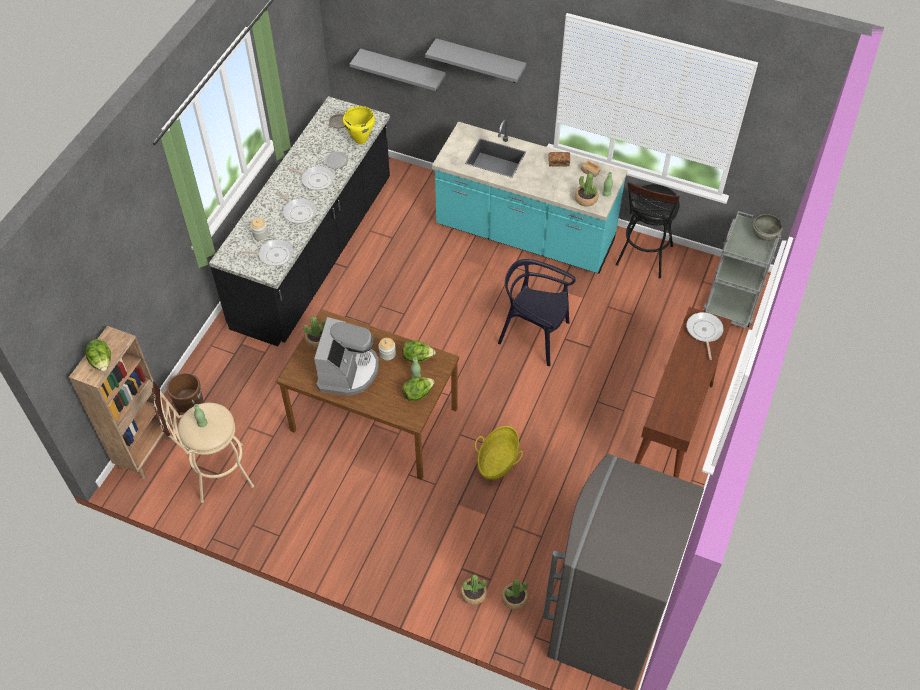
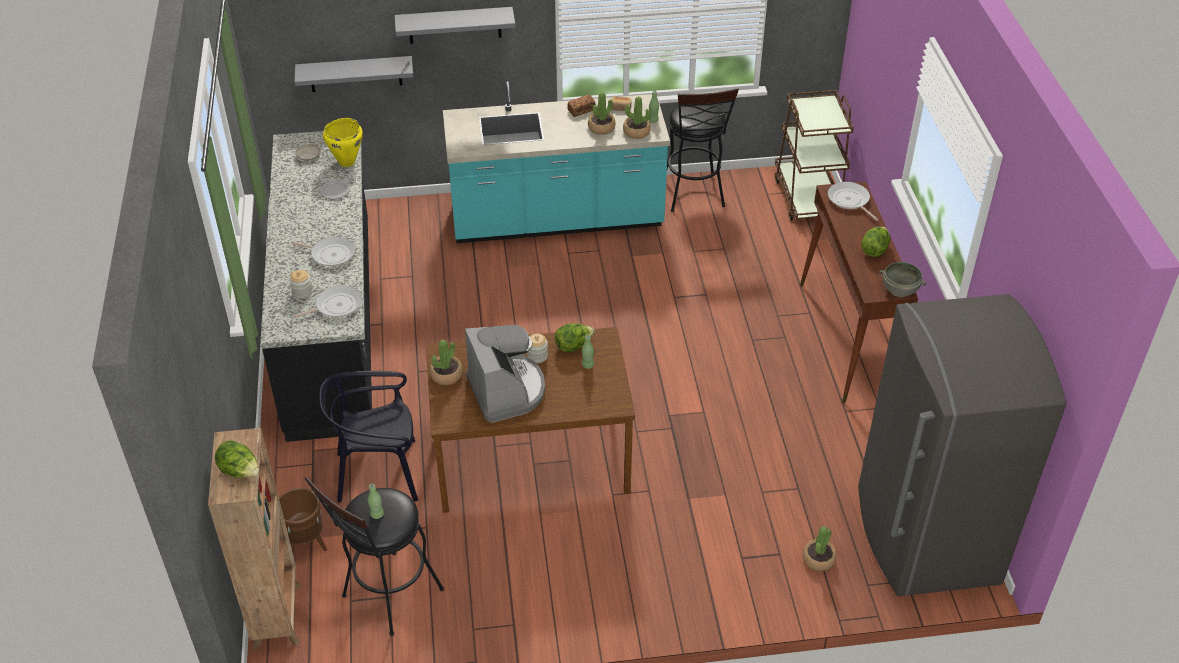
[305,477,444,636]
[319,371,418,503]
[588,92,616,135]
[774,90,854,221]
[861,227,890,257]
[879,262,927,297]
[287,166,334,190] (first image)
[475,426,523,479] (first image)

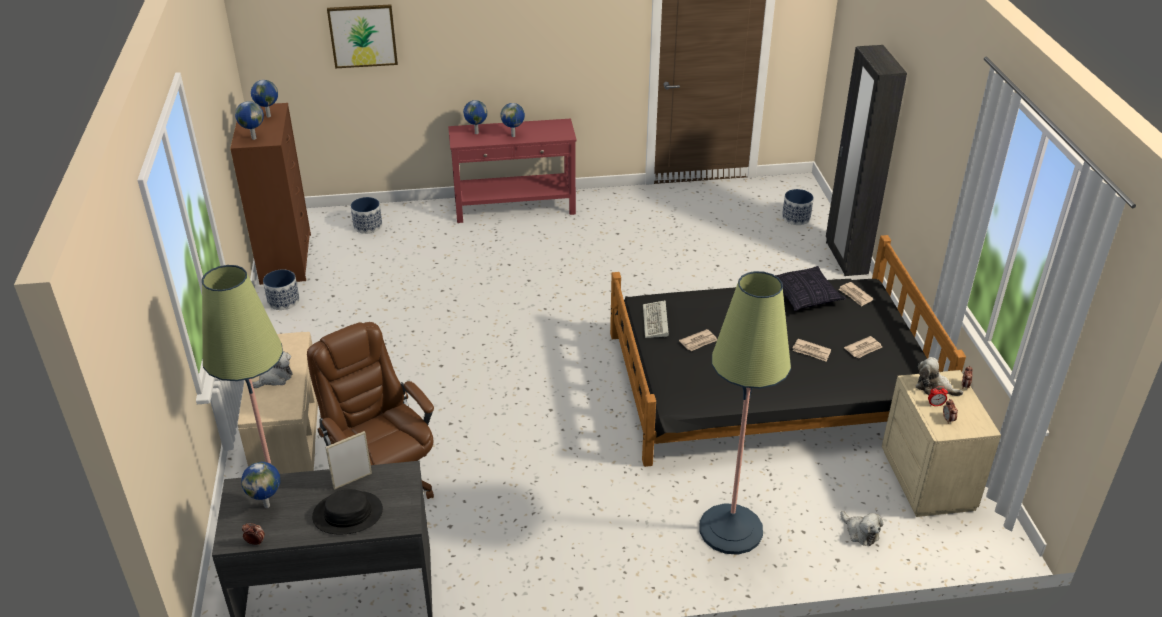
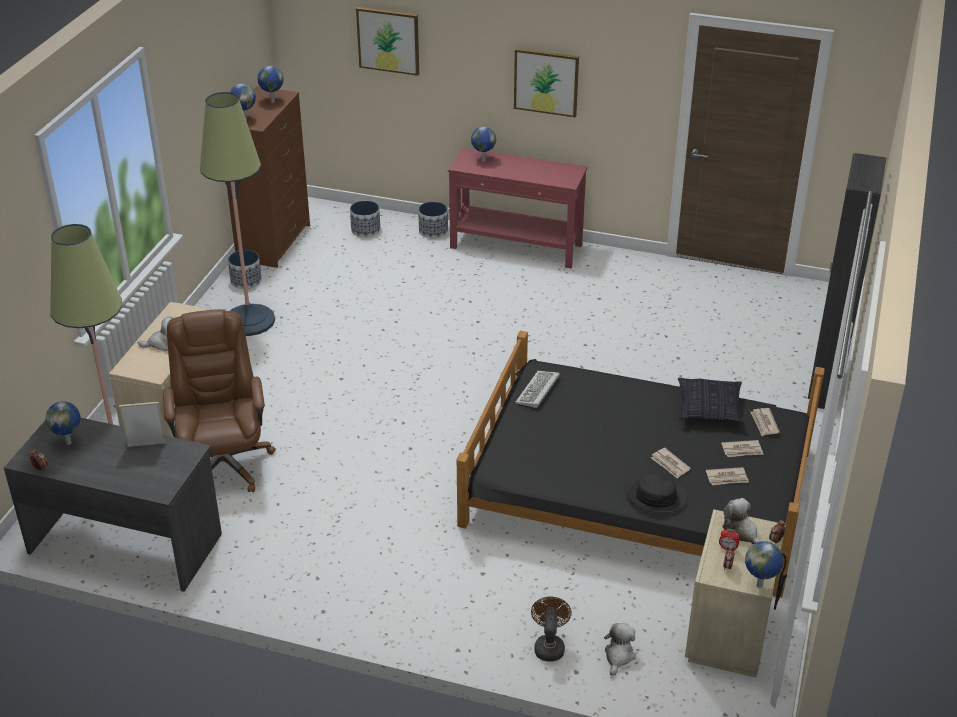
[200,92,275,336]
[418,202,448,239]
[514,48,579,117]
[531,597,572,662]
[604,623,636,676]
[626,475,687,513]
[721,440,764,457]
[745,541,783,588]

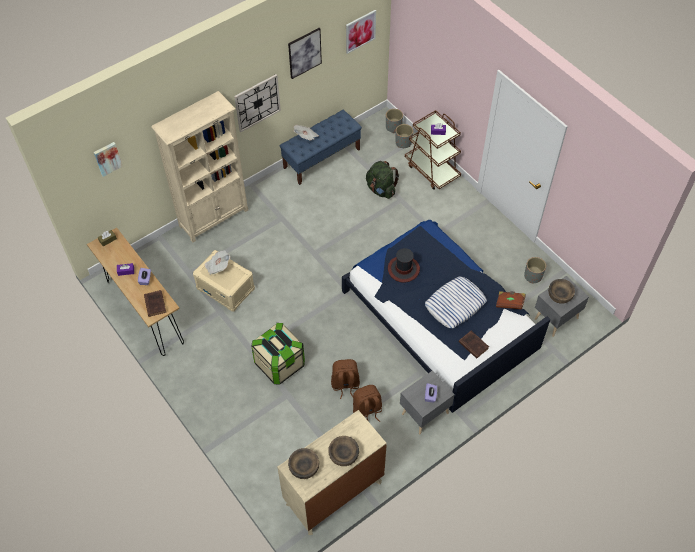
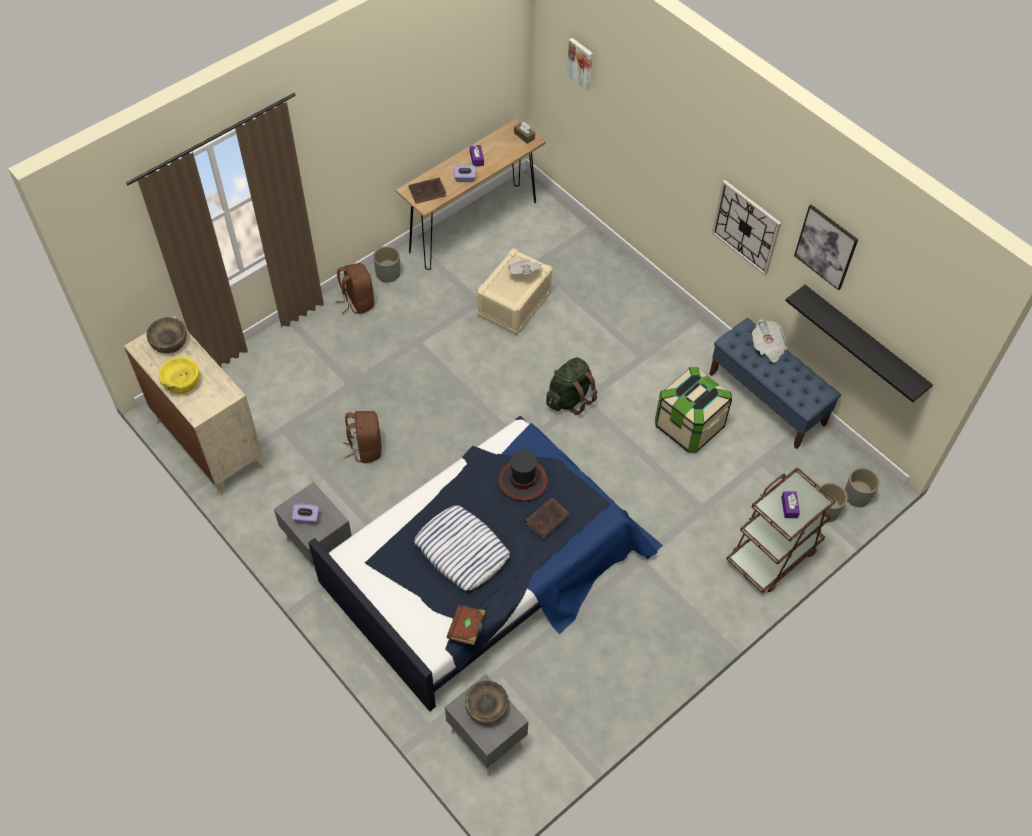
[158,357,200,394]
[336,263,374,314]
[373,246,400,283]
[525,498,570,539]
[546,357,597,415]
[655,367,732,453]
[785,285,933,402]
[151,91,248,242] (first image)
[346,10,376,54] (first image)

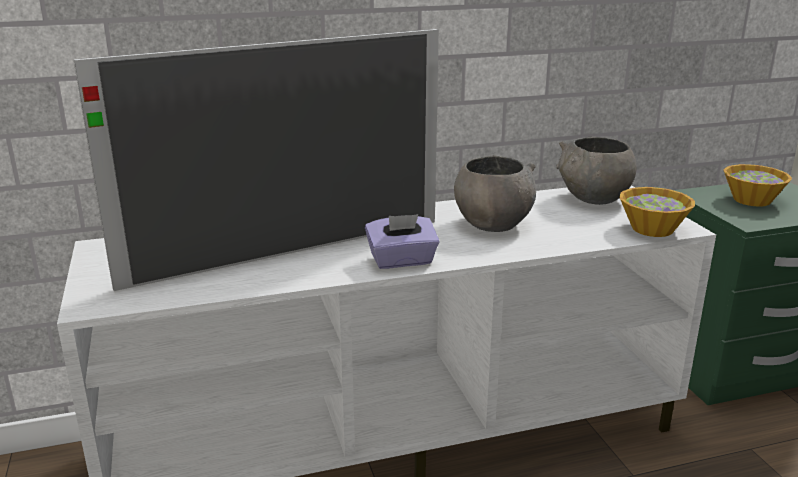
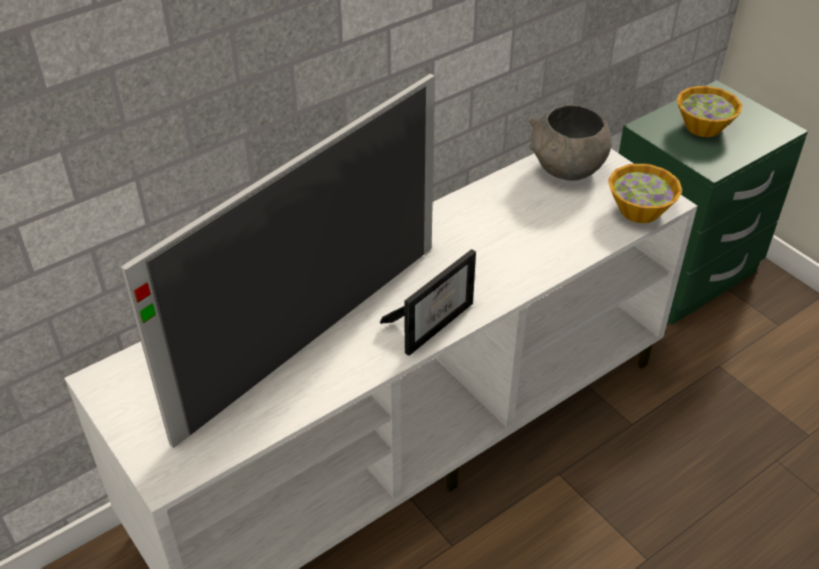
[380,249,476,356]
[454,155,536,232] (first image)

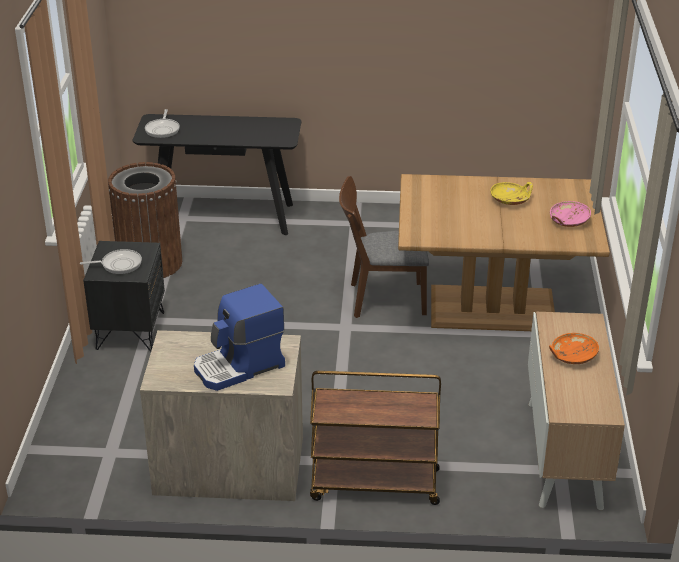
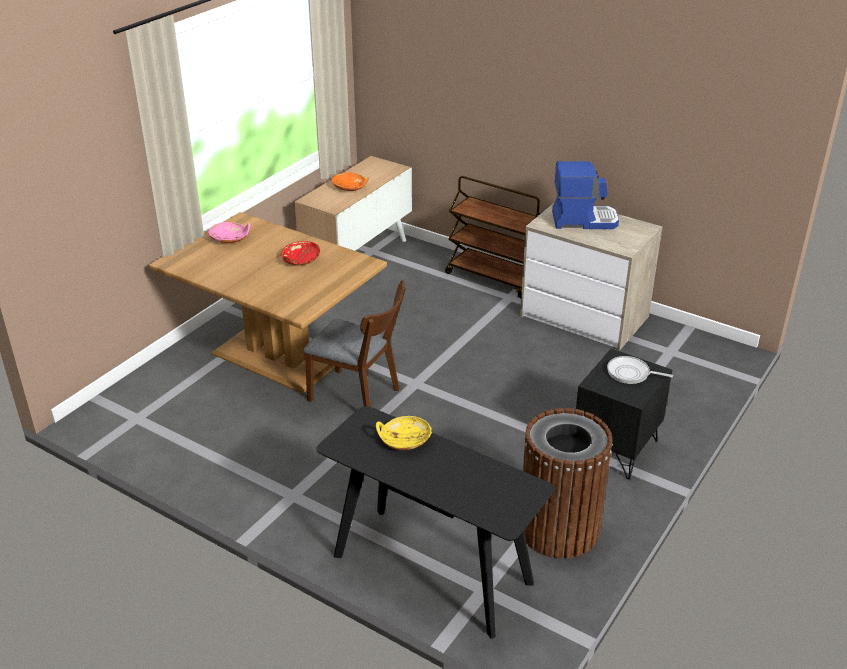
[281,241,320,266]
[376,416,432,450]
[145,109,180,138] (first image)

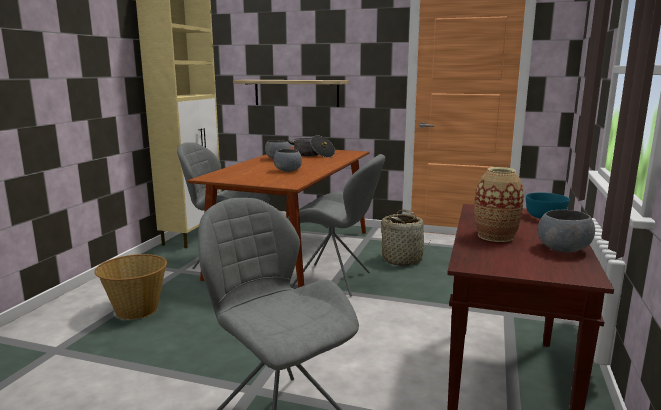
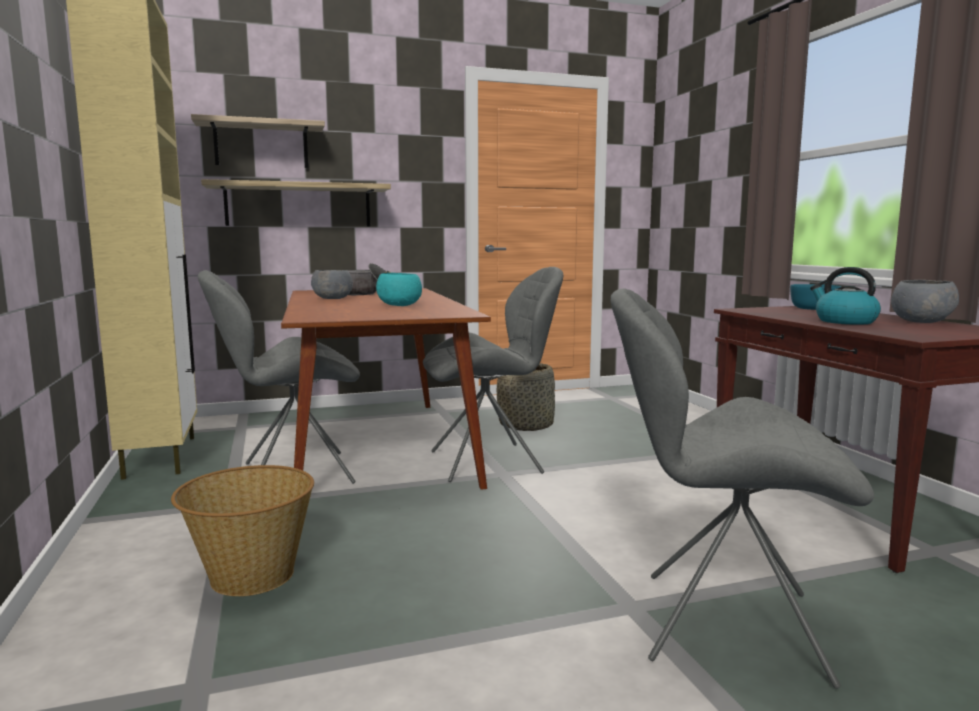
[191,114,325,168]
[376,273,422,306]
[810,267,881,325]

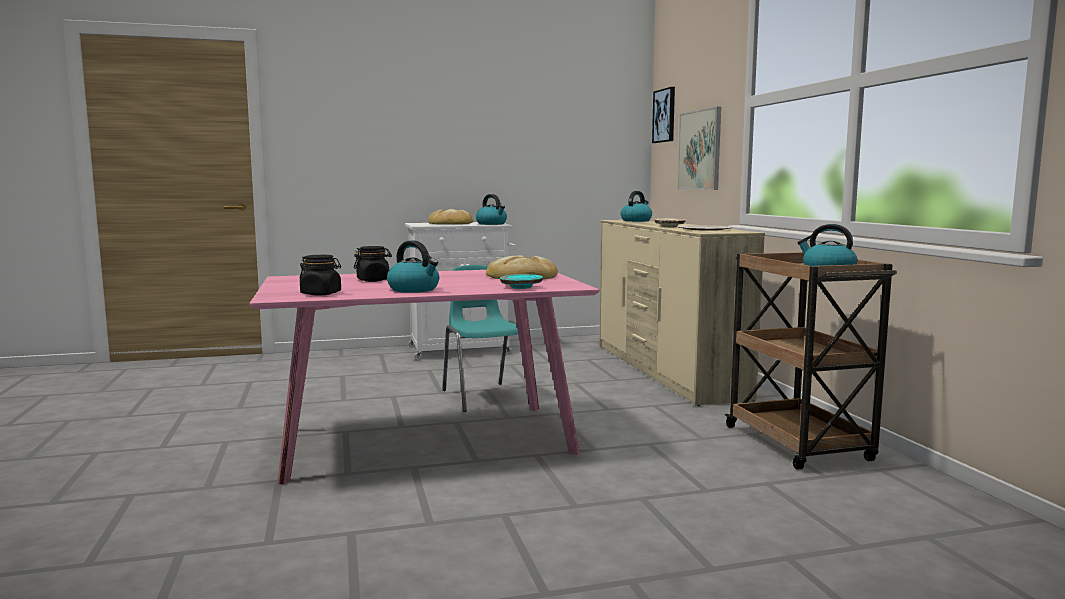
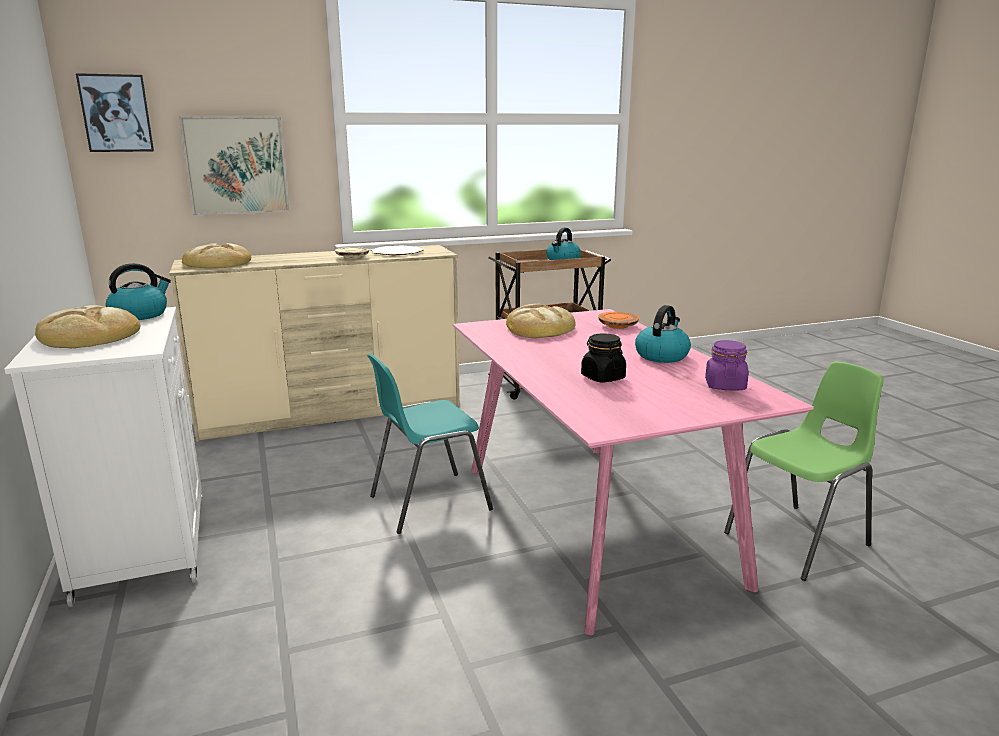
[182,243,251,268]
[598,312,639,329]
[705,340,748,391]
[724,362,884,581]

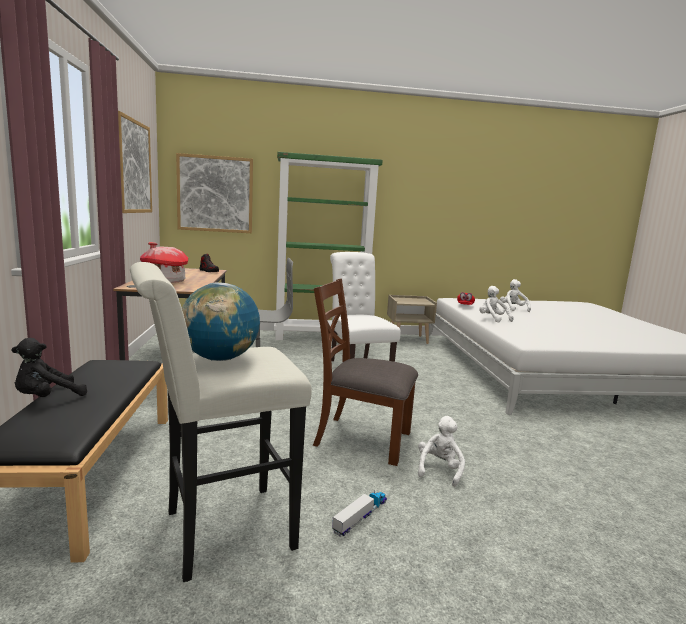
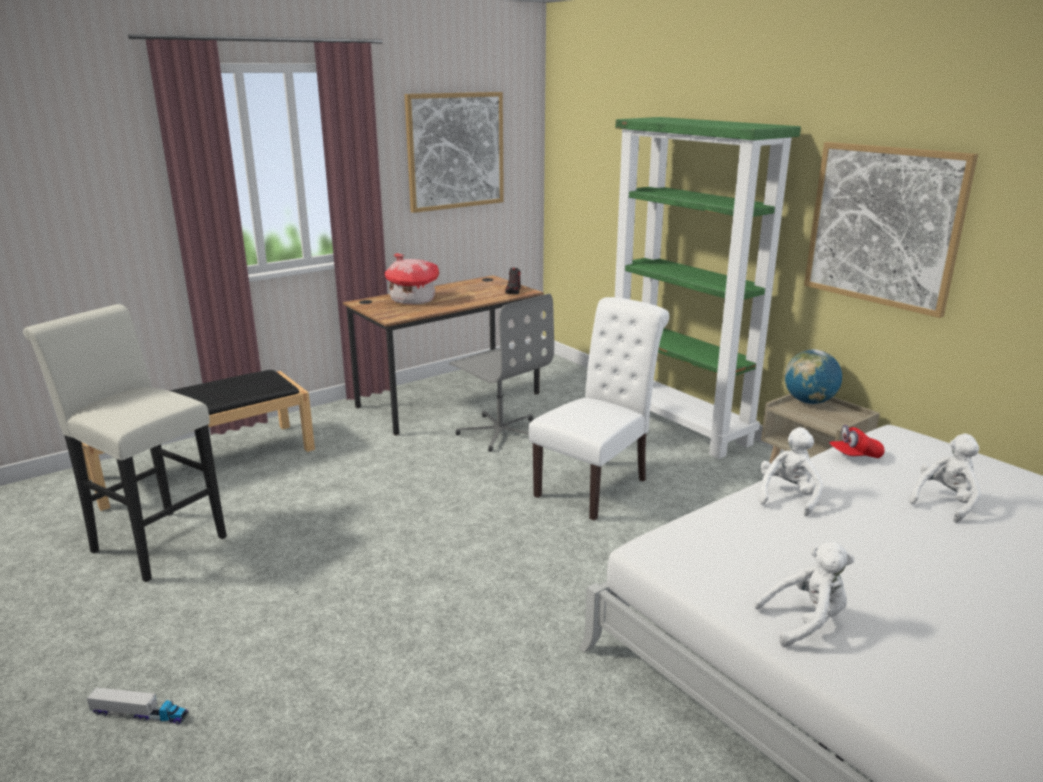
[87,687,189,725]
[754,542,854,648]
[784,349,842,404]
[804,142,978,318]
[11,338,87,397] (first image)
[313,278,418,466] (first image)

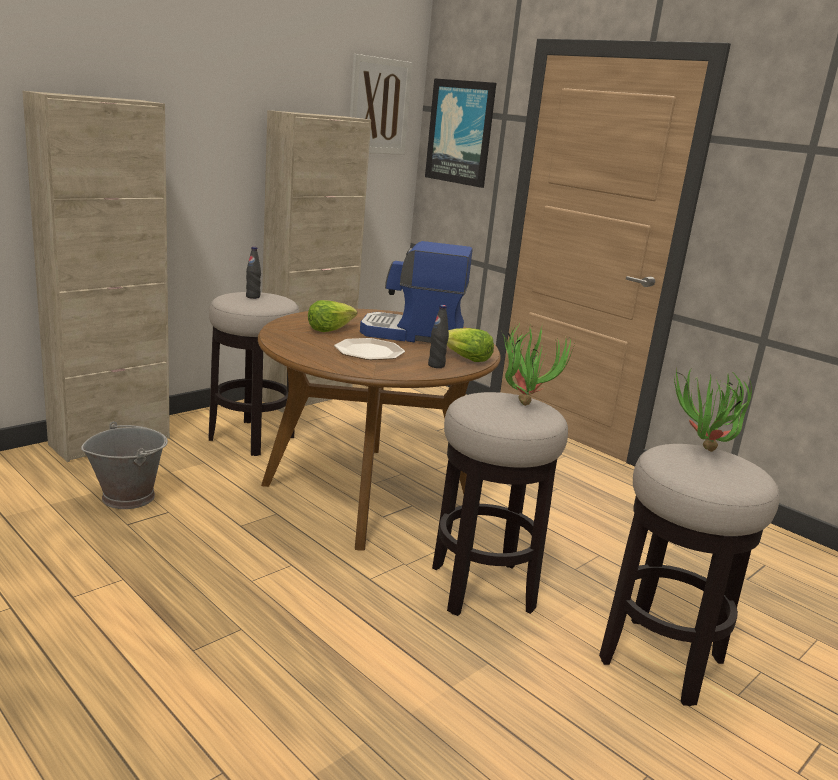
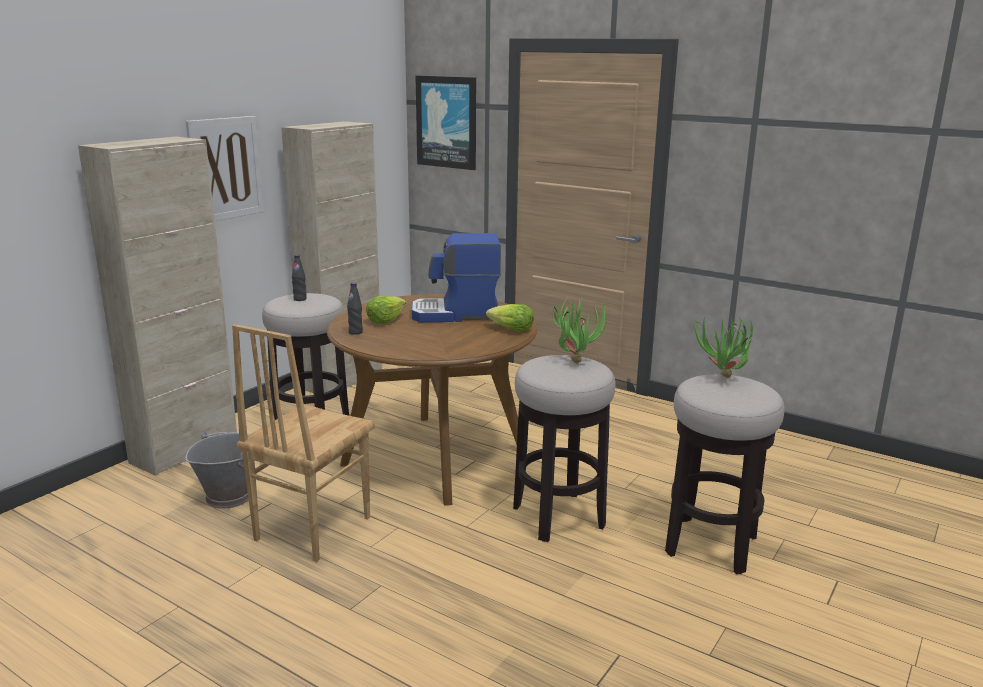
[186,116,264,221]
[232,324,375,562]
[347,283,363,335]
[334,338,405,360] (first image)

